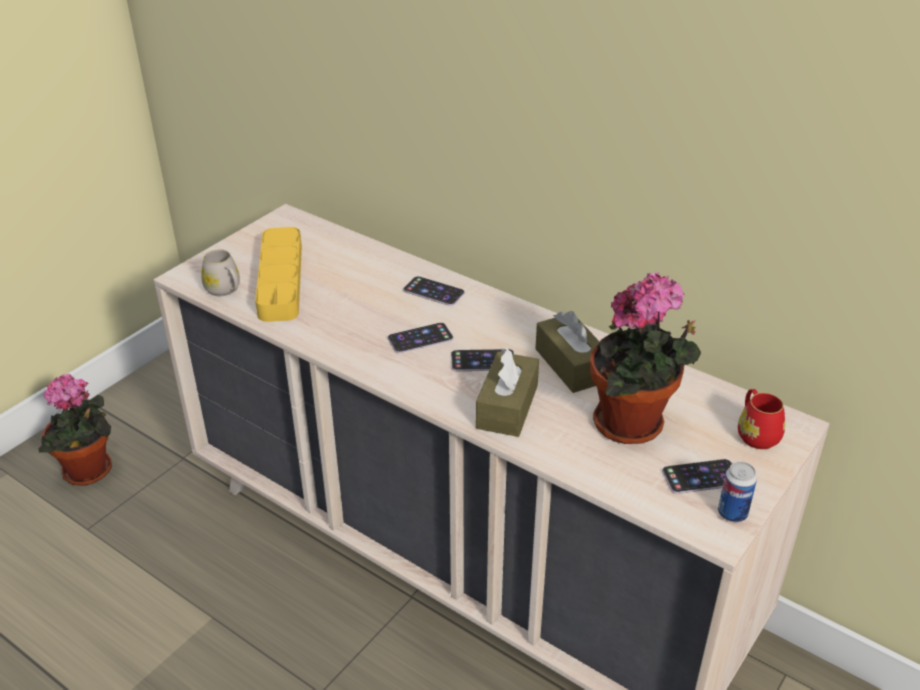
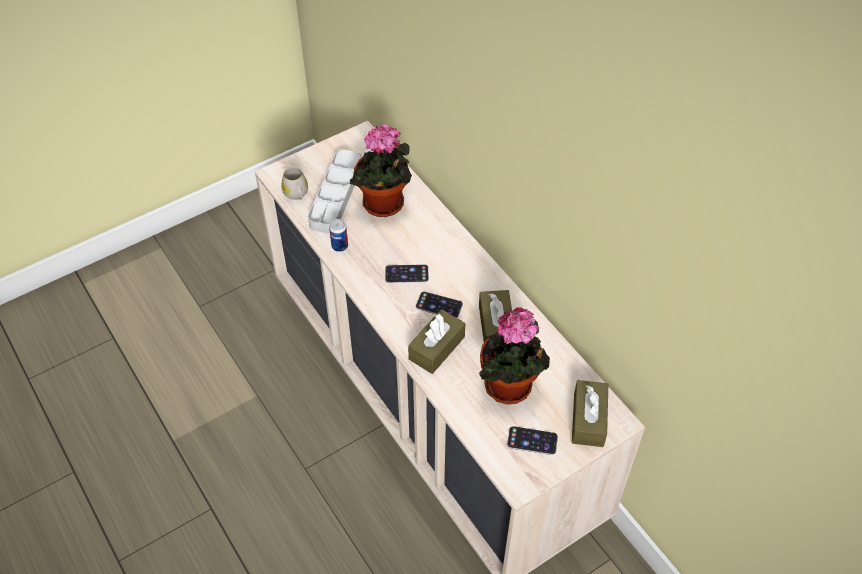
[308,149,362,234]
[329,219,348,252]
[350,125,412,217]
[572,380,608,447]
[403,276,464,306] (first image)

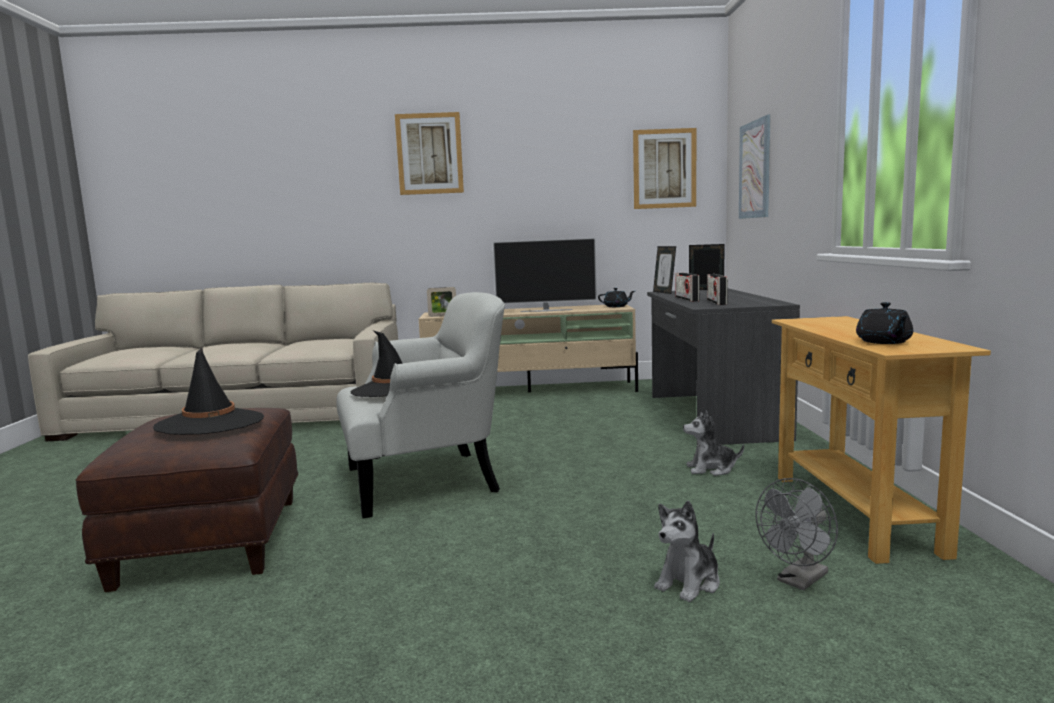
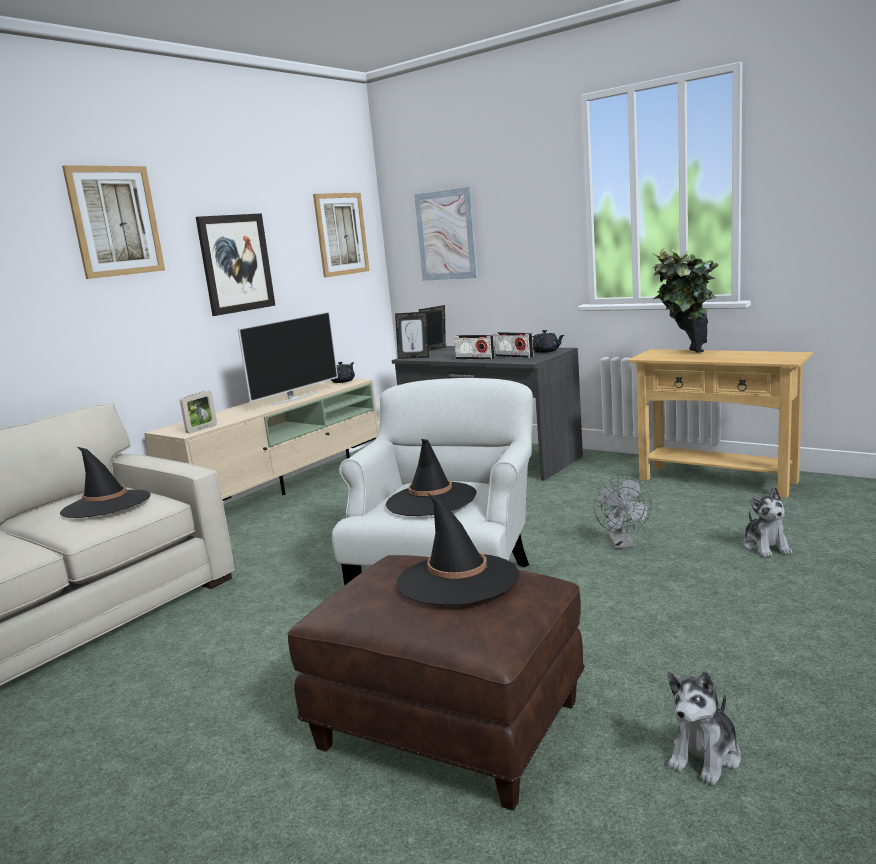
[60,447,151,518]
[196,213,275,316]
[532,330,564,353]
[594,476,652,549]
[652,248,719,353]
[667,671,741,785]

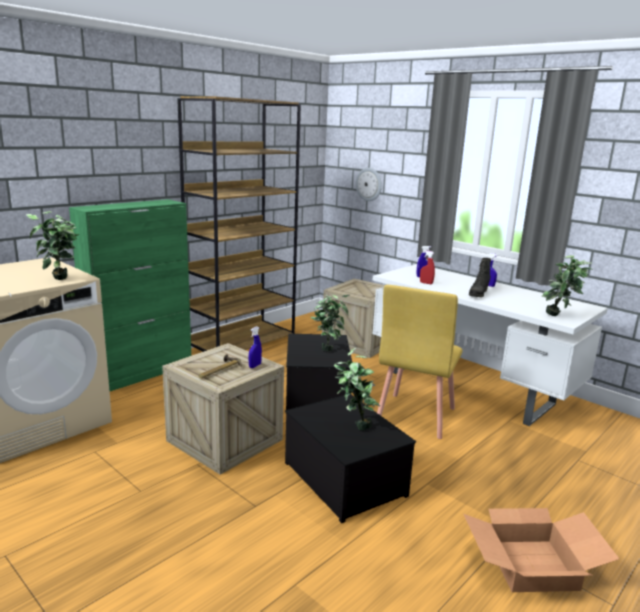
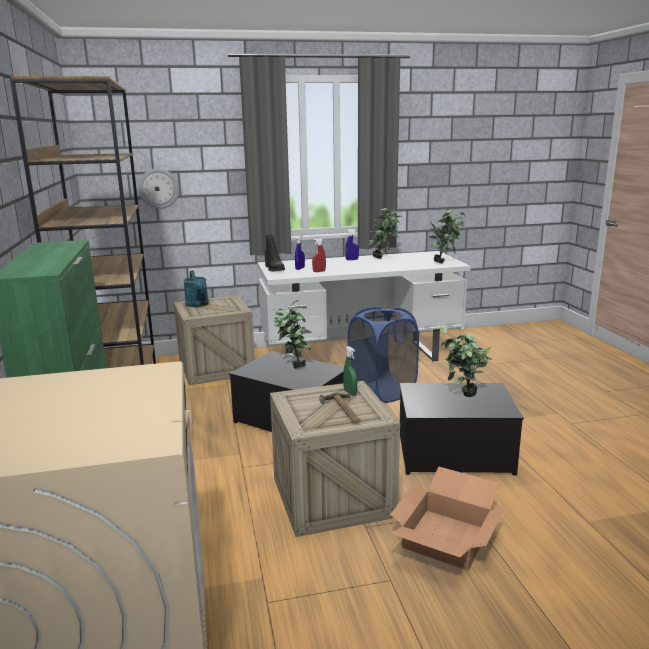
[183,270,209,307]
[265,235,285,271]
[343,346,357,395]
[347,307,419,403]
[369,208,402,259]
[390,466,505,571]

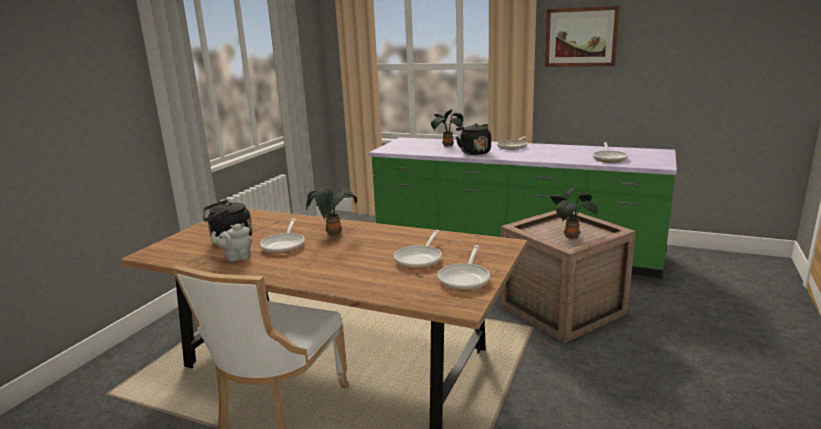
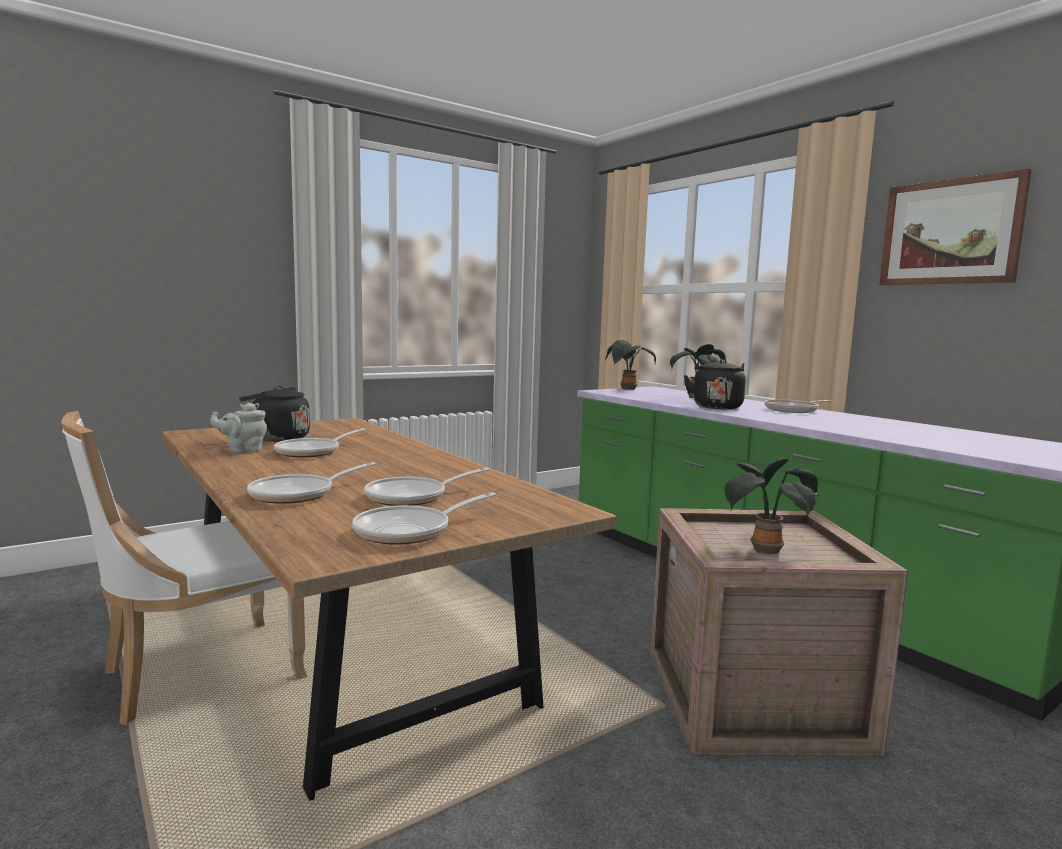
[210,403,267,453]
[247,462,376,504]
[605,340,656,390]

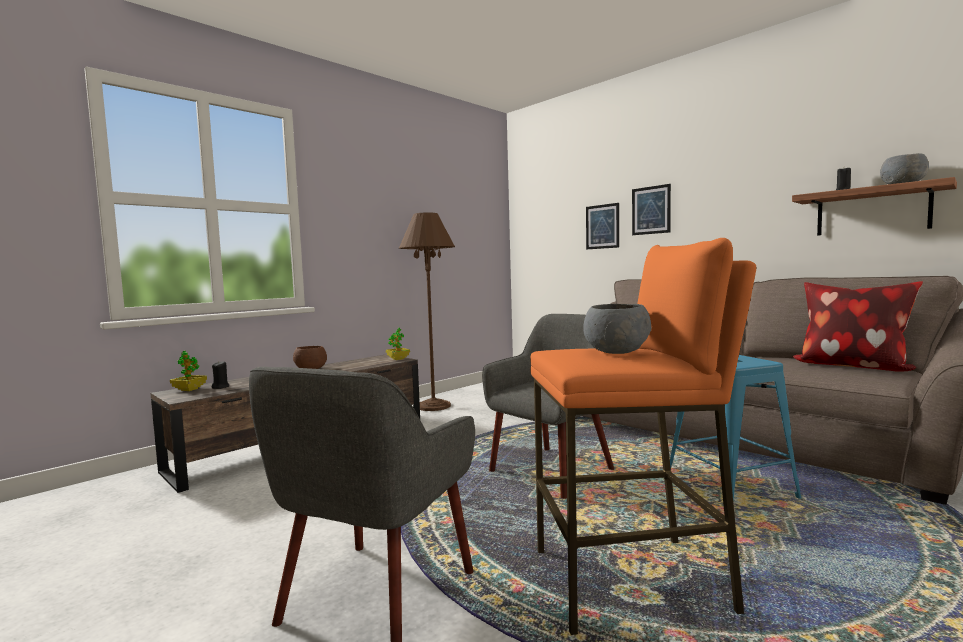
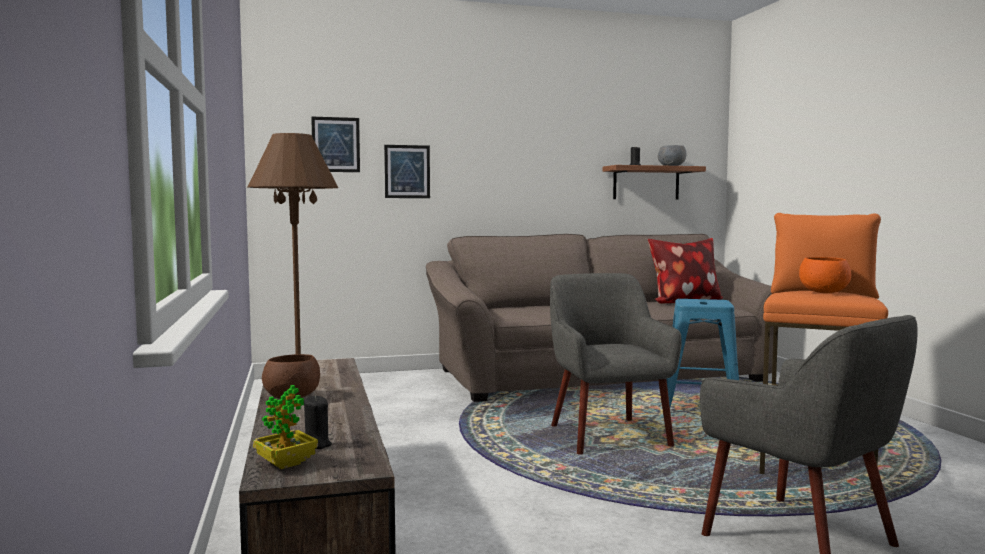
[311,116,360,172]
[799,257,851,293]
[386,328,410,360] (first image)

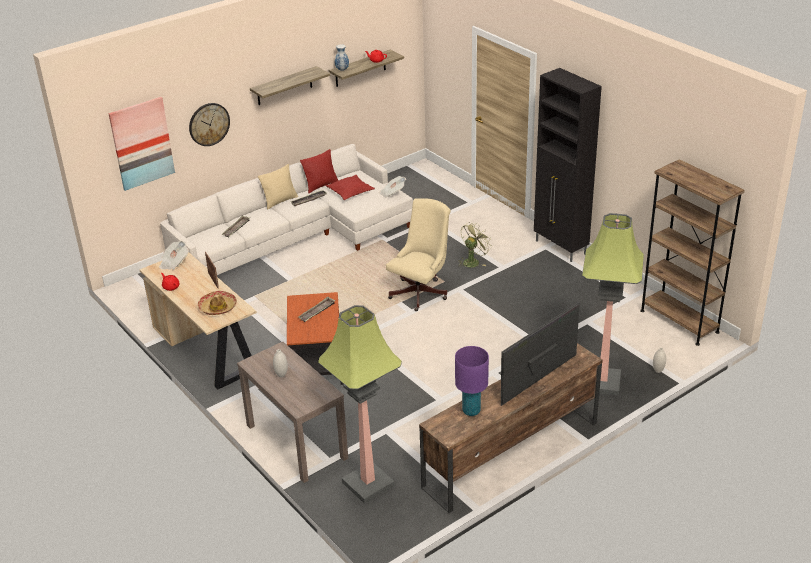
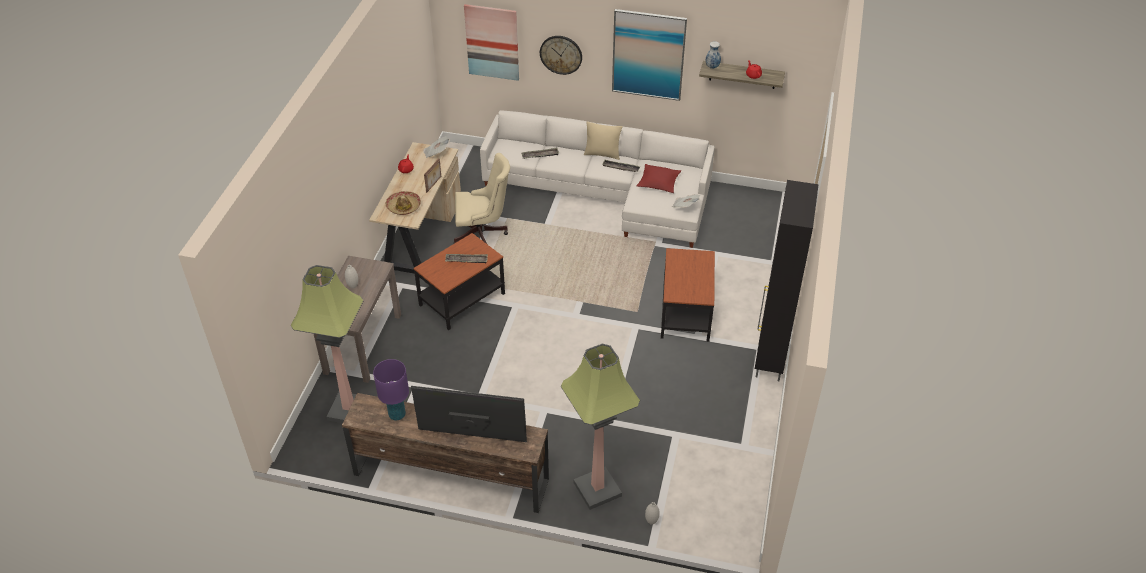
[453,153,510,245]
[612,9,687,101]
[661,248,715,342]
[300,149,339,193] (first image)
[640,159,745,346] (first image)

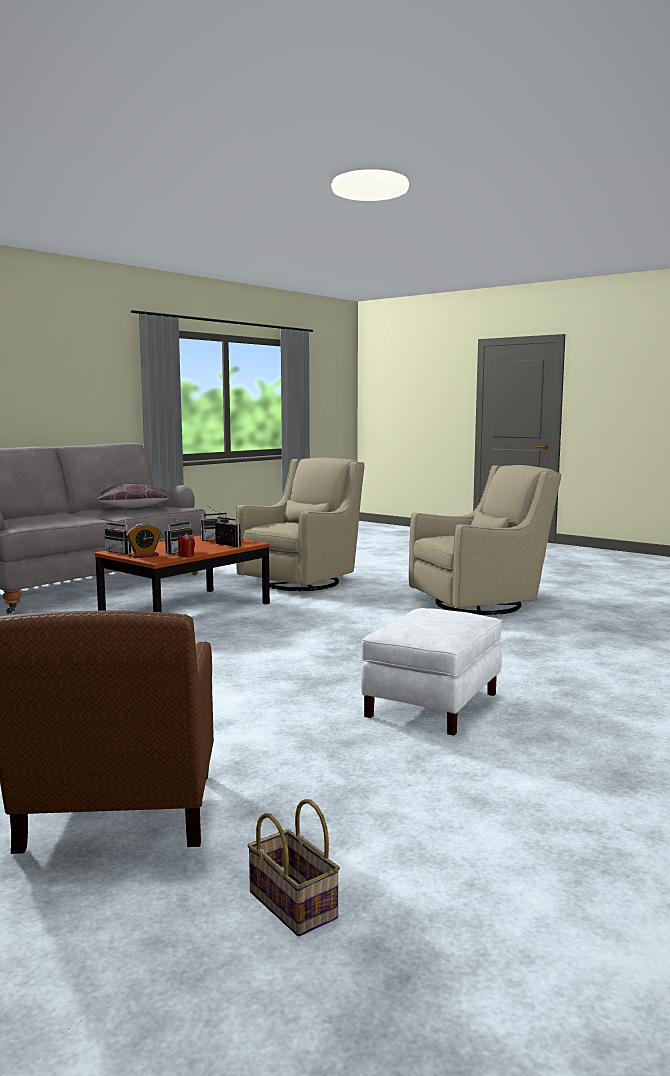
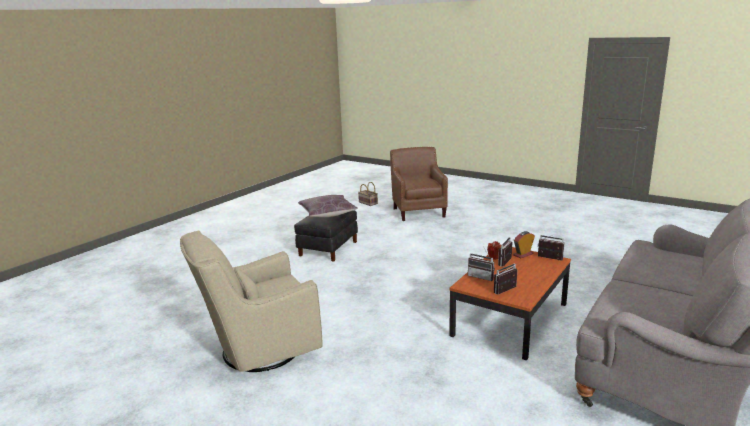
[294,210,358,262]
[298,195,358,217]
[236,458,365,591] (first image)

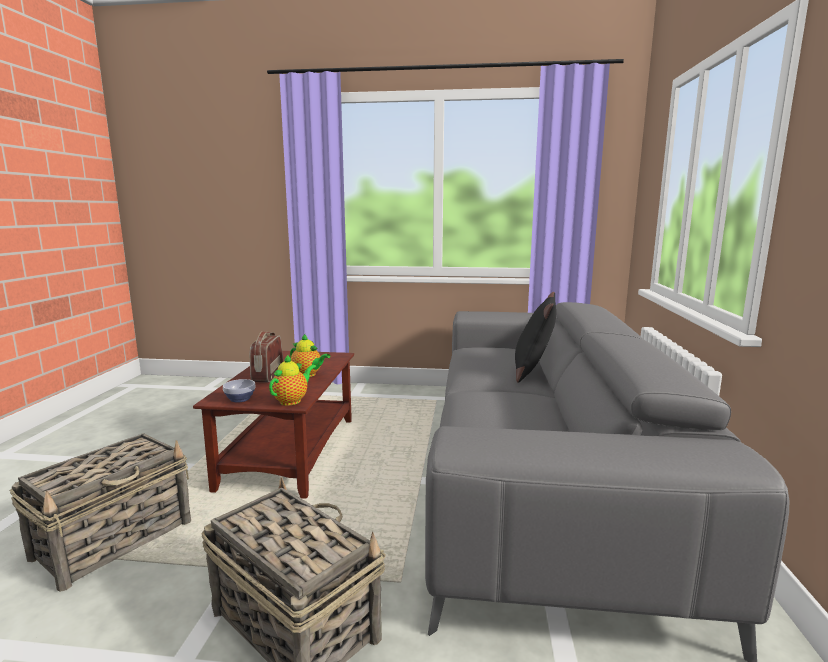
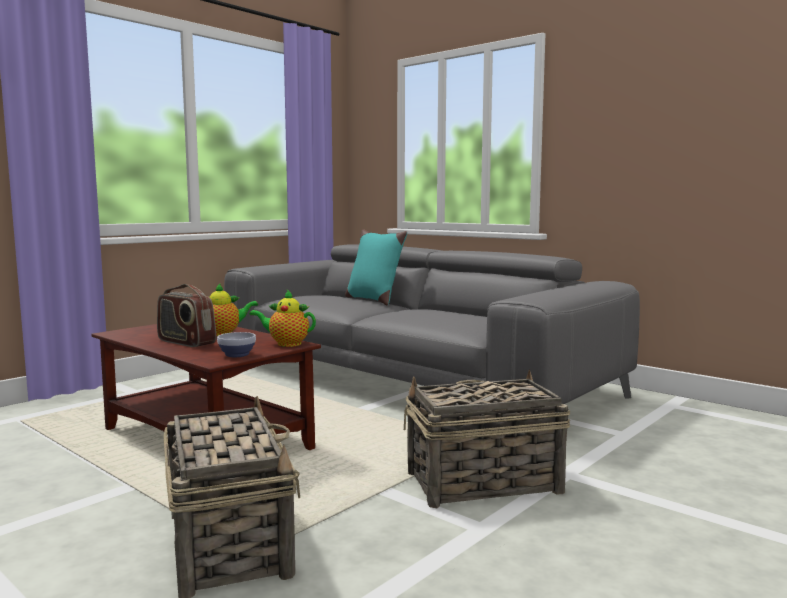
[250,290,316,347]
[345,229,407,305]

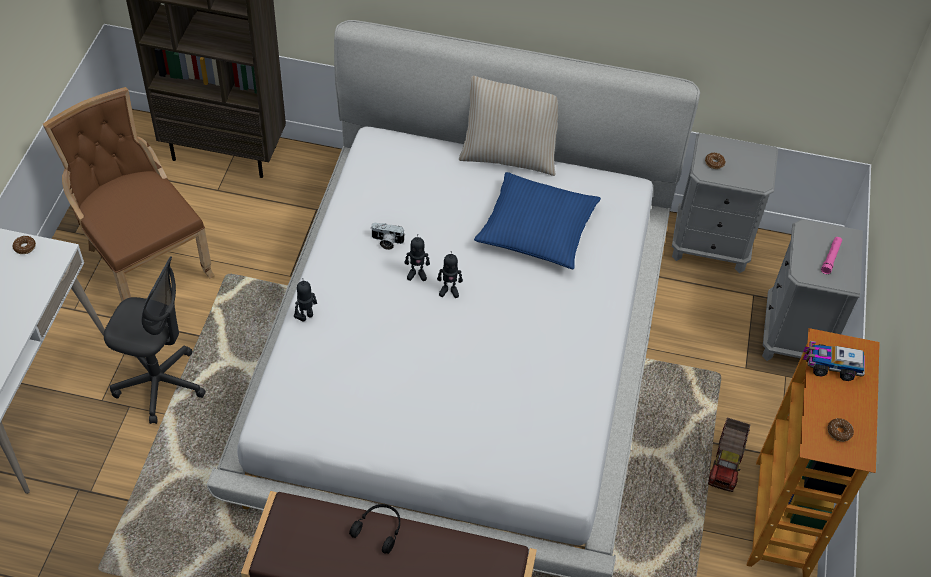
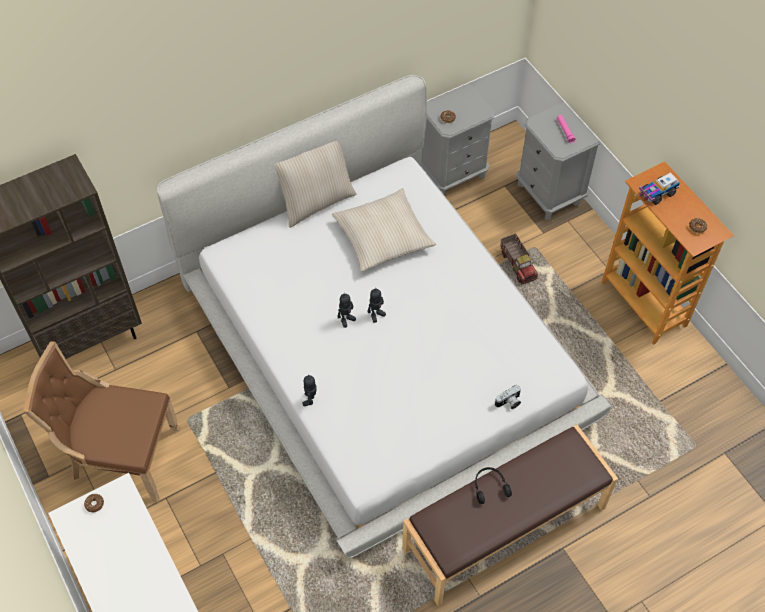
[332,189,436,272]
[495,385,521,409]
[500,234,538,284]
[104,256,206,424] (first image)

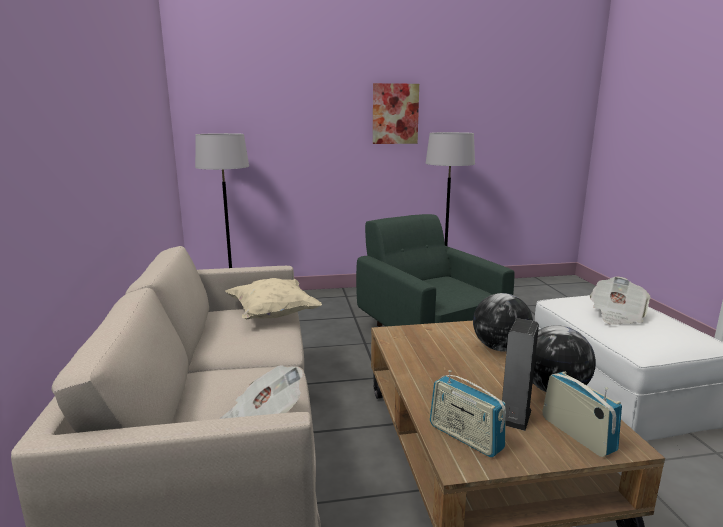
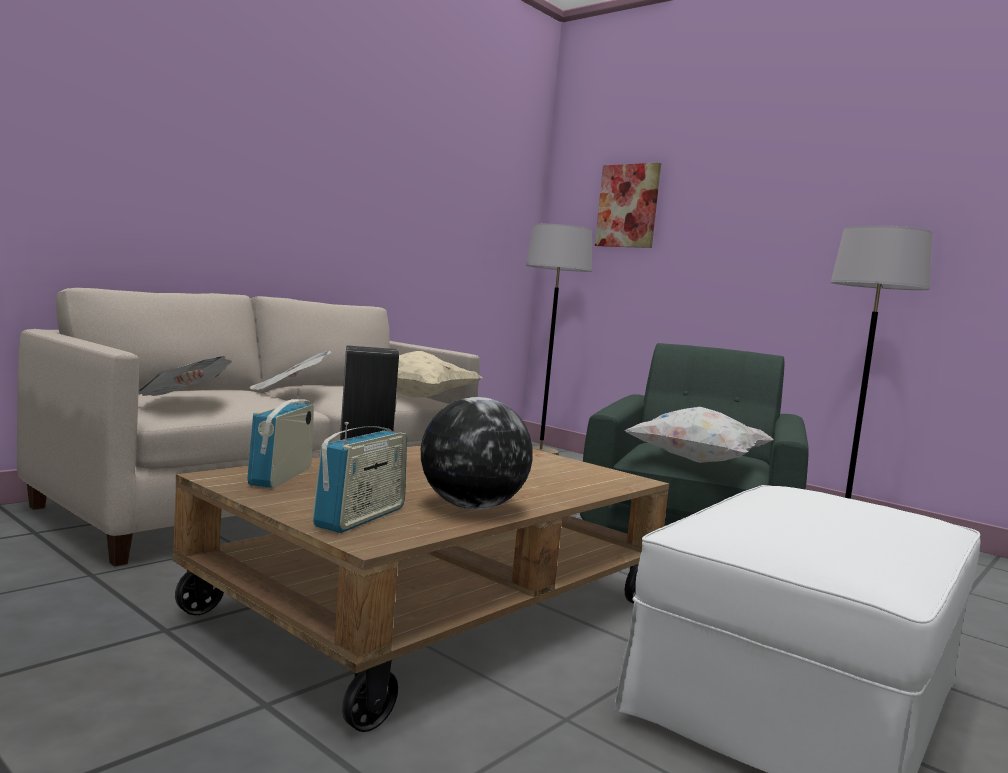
[249,351,331,390]
[595,163,661,248]
[624,407,774,463]
[473,293,533,351] (first image)

